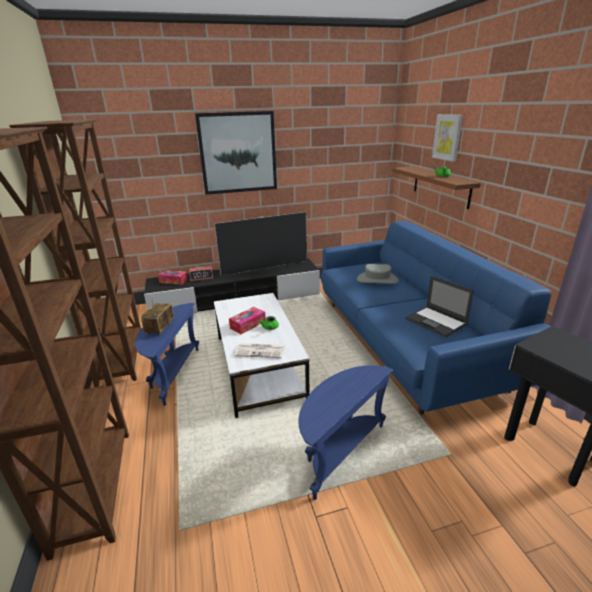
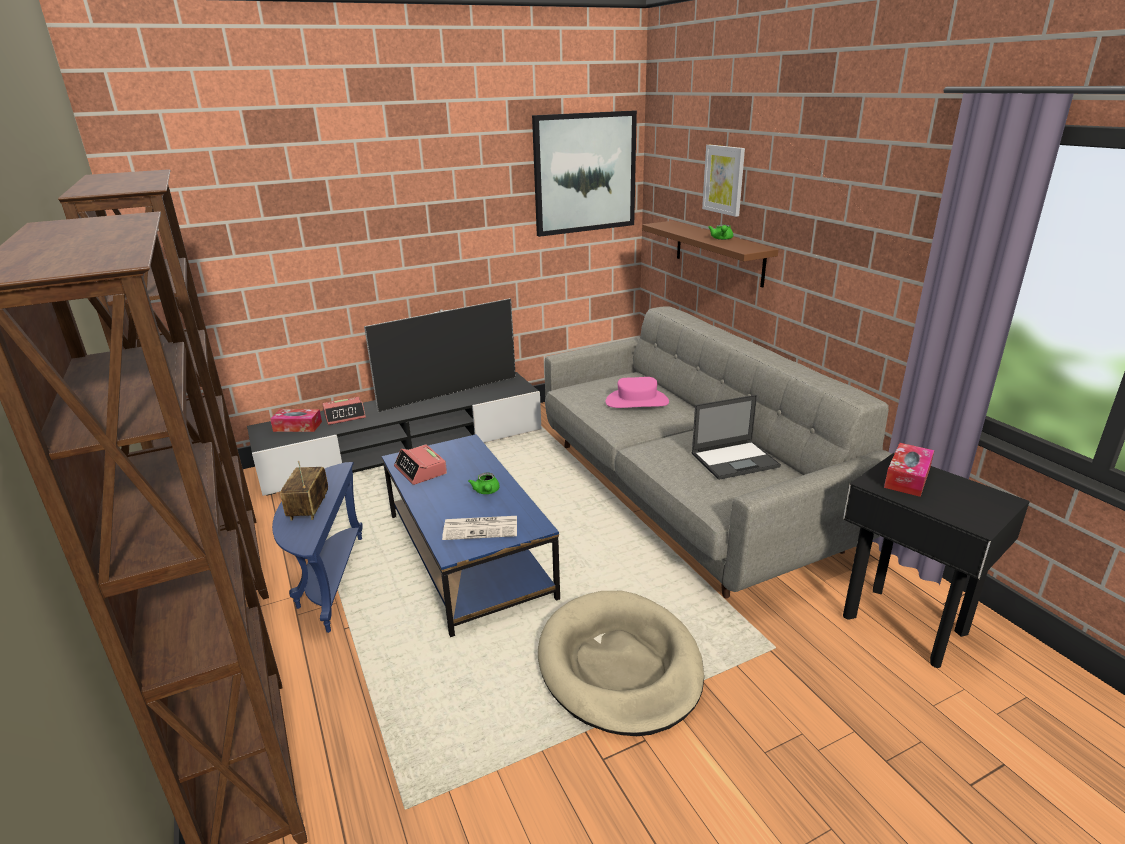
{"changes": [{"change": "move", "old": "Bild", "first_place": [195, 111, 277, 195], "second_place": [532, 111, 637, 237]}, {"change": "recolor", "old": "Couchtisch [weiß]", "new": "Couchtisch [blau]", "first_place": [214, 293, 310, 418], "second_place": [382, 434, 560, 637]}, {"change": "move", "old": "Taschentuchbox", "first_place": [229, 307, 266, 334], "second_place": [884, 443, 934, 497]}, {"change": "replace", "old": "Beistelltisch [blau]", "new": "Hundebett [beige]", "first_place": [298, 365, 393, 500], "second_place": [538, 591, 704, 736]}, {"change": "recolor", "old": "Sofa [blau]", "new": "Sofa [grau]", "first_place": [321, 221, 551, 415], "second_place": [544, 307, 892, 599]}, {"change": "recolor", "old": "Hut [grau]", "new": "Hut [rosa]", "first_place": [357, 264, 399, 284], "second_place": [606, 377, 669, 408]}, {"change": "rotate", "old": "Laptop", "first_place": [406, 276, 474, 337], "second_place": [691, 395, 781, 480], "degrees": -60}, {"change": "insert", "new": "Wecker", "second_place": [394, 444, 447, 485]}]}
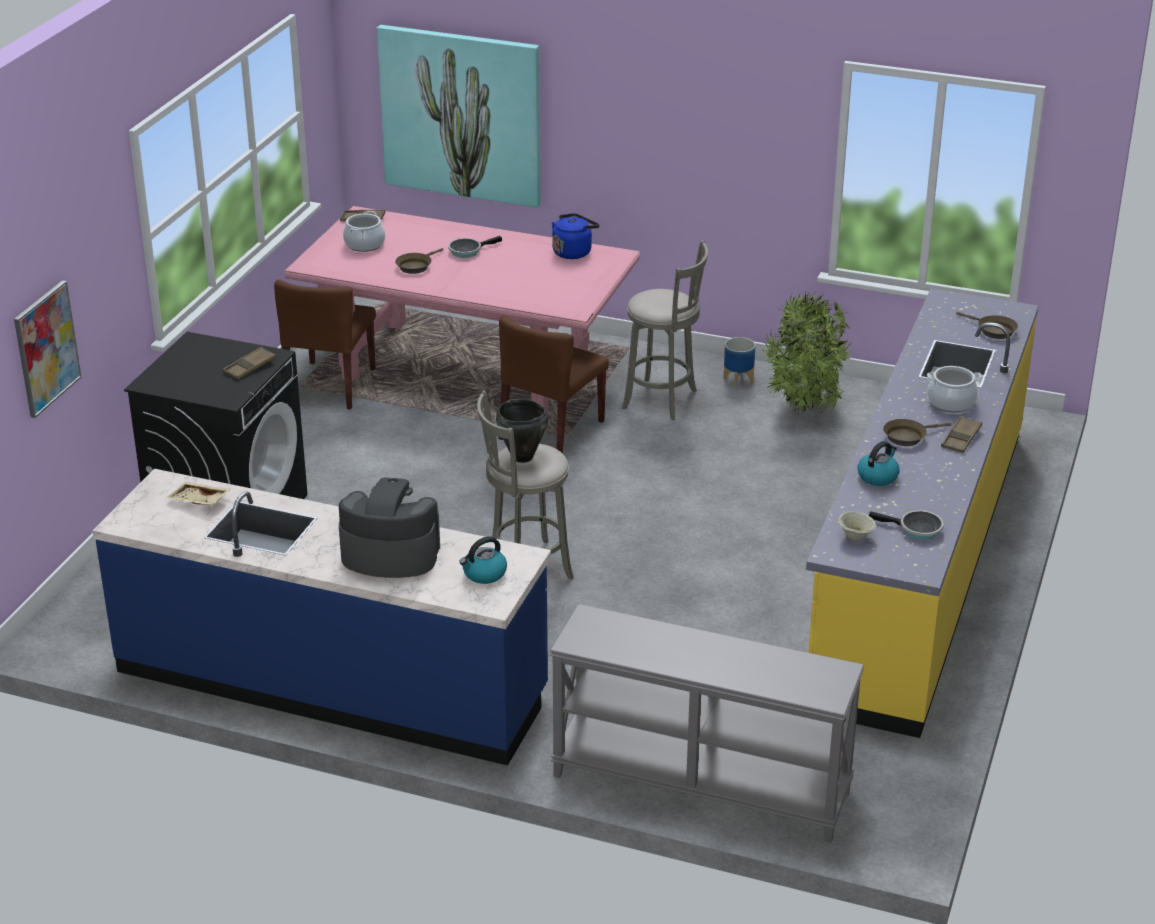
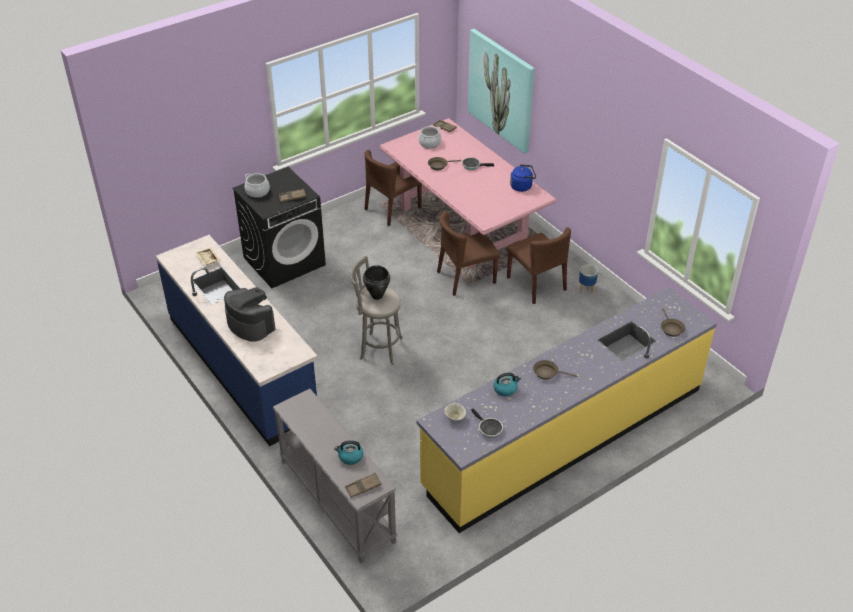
{"changes": [{"change": "delete", "old": "Bild", "first_place": [14, 280, 82, 418]}, {"change": "move", "old": "Wasserkessel", "first_place": [459, 536, 507, 584], "second_place": [334, 440, 363, 465]}, {"change": "replace", "old": "Hocker [grau]", "new": "Stuhl [braun]", "first_place": [622, 240, 708, 420], "second_place": [507, 227, 571, 304]}, {"change": "delete", "old": "Topfpflanze", "first_place": [763, 290, 853, 413]}, {"change": "move", "old": "Kochtopf", "first_place": [927, 366, 982, 412], "second_place": [245, 173, 270, 198]}, {"change": "move", "old": "Tablett [braun]", "first_place": [941, 416, 983, 453], "second_place": [345, 473, 382, 498]}]}
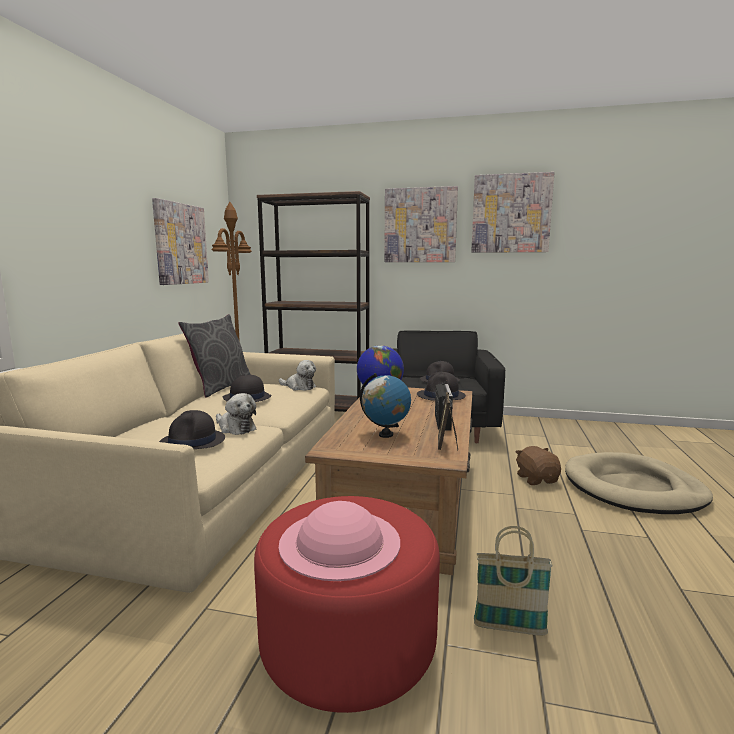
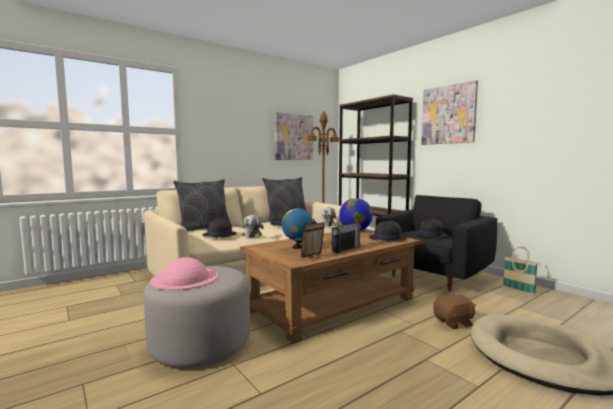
{"changes": [{"change": "recolor", "old": "Polsterhocker [rot]", "new": "Polsterhocker [grau]", "first_place": [254, 496, 440, 713], "second_place": [143, 266, 250, 368]}, {"change": "delete", "old": "Bild", "first_place": [471, 172, 555, 253]}, {"change": "move", "old": "Korb", "first_place": [474, 526, 553, 636], "second_place": [502, 246, 538, 296]}, {"change": "rotate", "old": "Plüschtier [braun]", "first_place": [516, 446, 561, 485], "second_place": [433, 293, 476, 329], "degrees": 45}, {"change": "insert", "new": "Kissen [grau]", "second_place": [173, 179, 232, 231]}]}
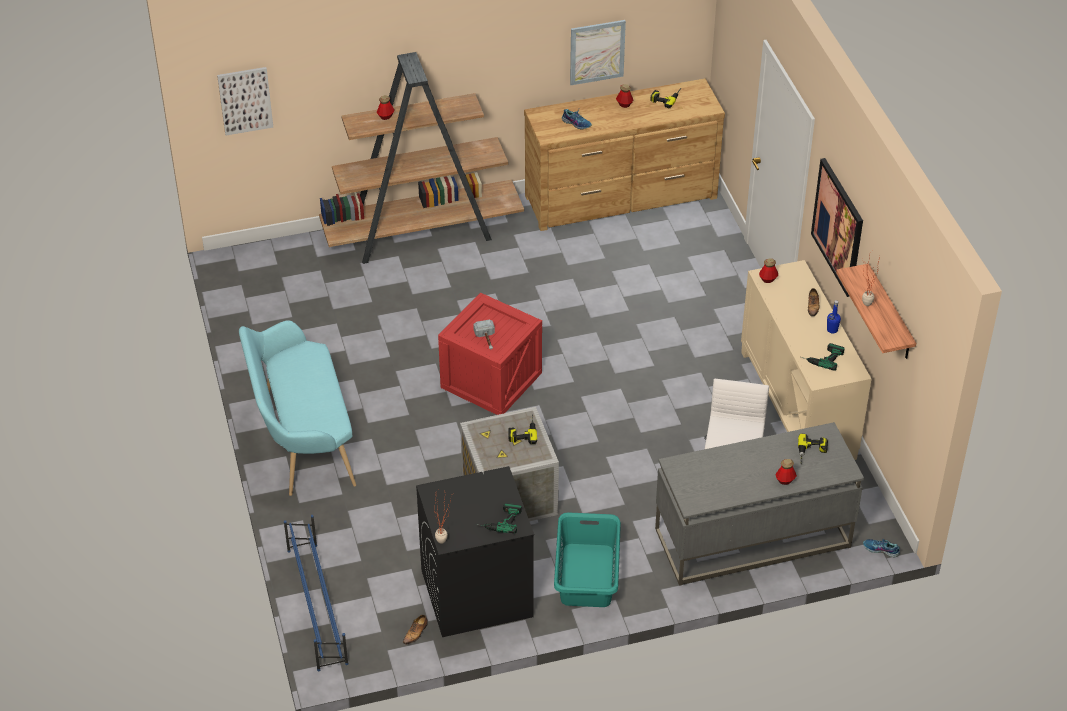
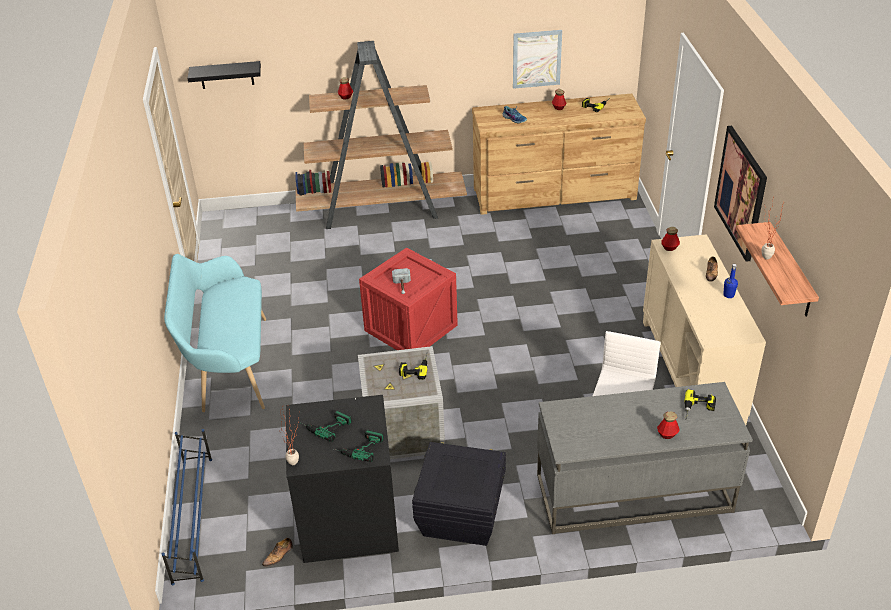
{"changes": [{"change": "replace", "old": "Bild", "new": "Wandregal [schwarz]", "first_place": [217, 67, 273, 135], "second_place": [187, 61, 261, 89]}, {"change": "replace", "old": "Wäschekorb [türkis]", "new": "Aufbewahrungsbox [schwarz]", "first_place": [554, 512, 621, 607], "second_place": [412, 442, 506, 546]}, {"change": "move", "old": "Bohrmaschine", "first_place": [801, 343, 845, 371], "second_place": [301, 410, 352, 442]}, {"change": "delete", "old": "Schuh", "first_place": [863, 539, 900, 557]}]}
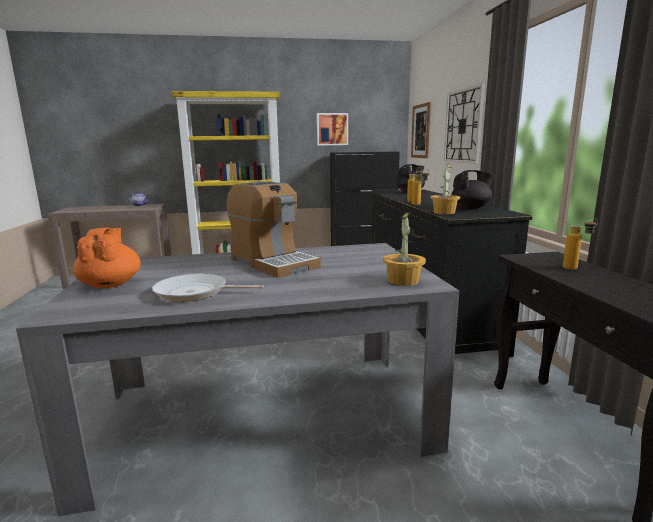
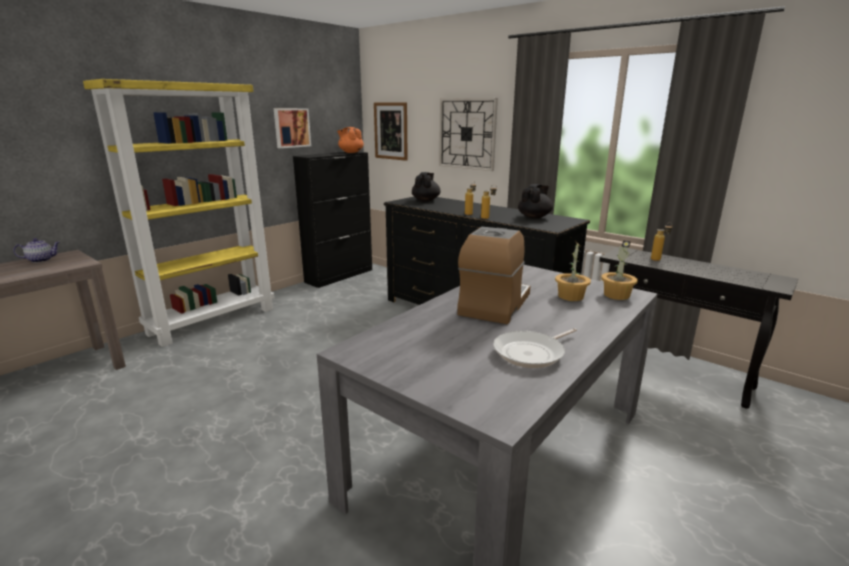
{"changes": [{"change": "move", "old": "Teekanne [orange]", "first_place": [73, 228, 141, 288], "second_place": [337, 127, 364, 153]}, {"change": "rotate", "old": "Kaffeemaschine", "first_place": [226, 181, 321, 278], "second_place": [457, 227, 530, 324], "degrees": -75}, {"change": "move", "old": "Topfpflanze", "first_place": [430, 163, 460, 214], "second_place": [555, 241, 591, 301]}]}
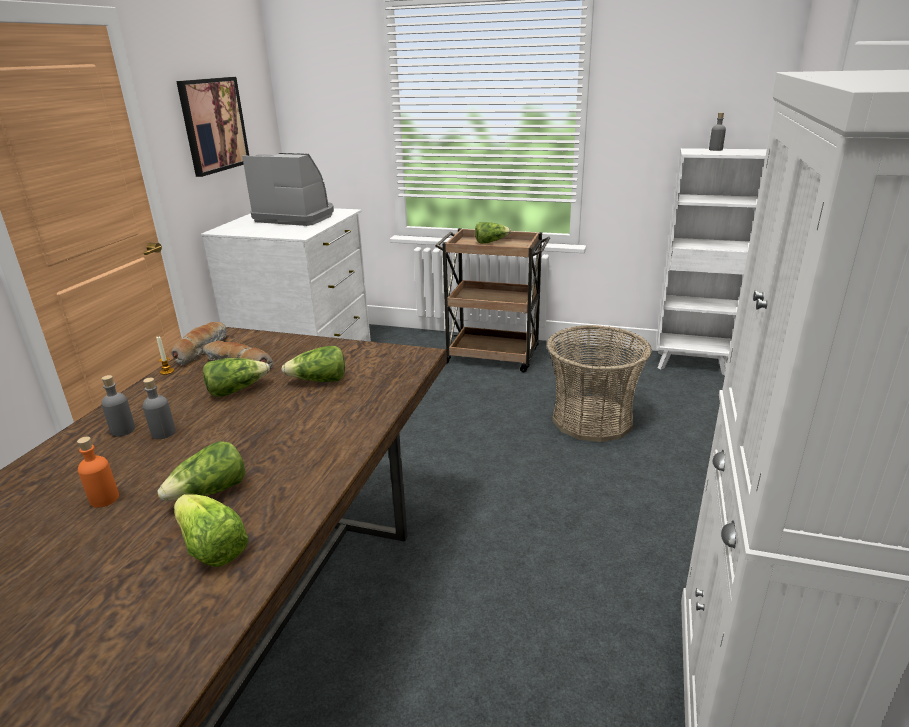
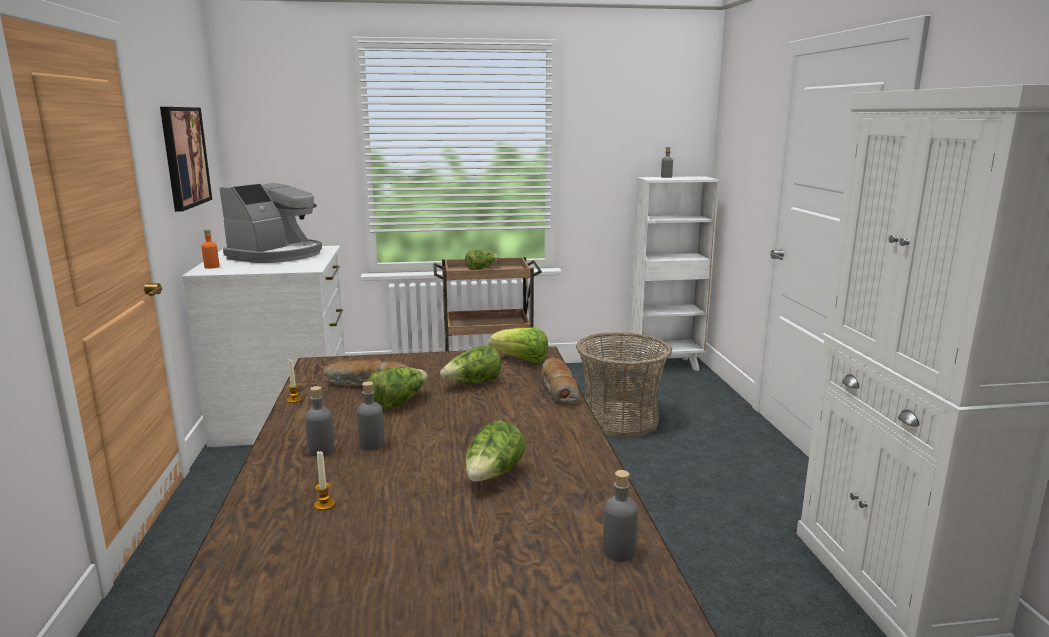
{"changes": [{"change": "move", "old": "Flasche [orange]", "first_place": [77, 437, 119, 508], "second_place": [202, 229, 219, 269]}, {"change": "move", "old": "Brot", "first_place": [171, 322, 227, 366], "second_place": [542, 358, 579, 405]}, {"change": "move", "old": "Salatkopf", "first_place": [174, 494, 249, 567], "second_place": [488, 327, 548, 363]}, {"change": "rotate", "old": "Kaffeemaschine", "first_place": [242, 153, 334, 226], "second_place": [219, 181, 322, 263], "degrees": 120}, {"change": "insert", "new": "Kerze", "second_place": [314, 450, 335, 511]}, {"change": "insert", "new": "Flasche [grau]", "second_place": [603, 470, 638, 562]}]}
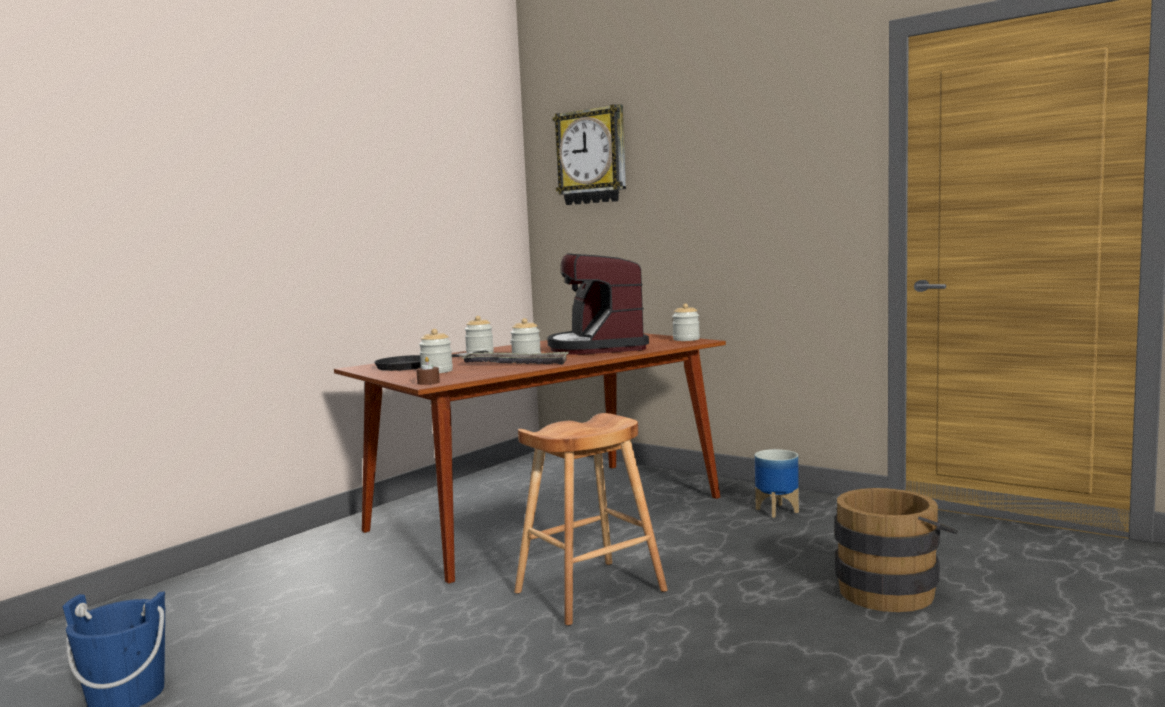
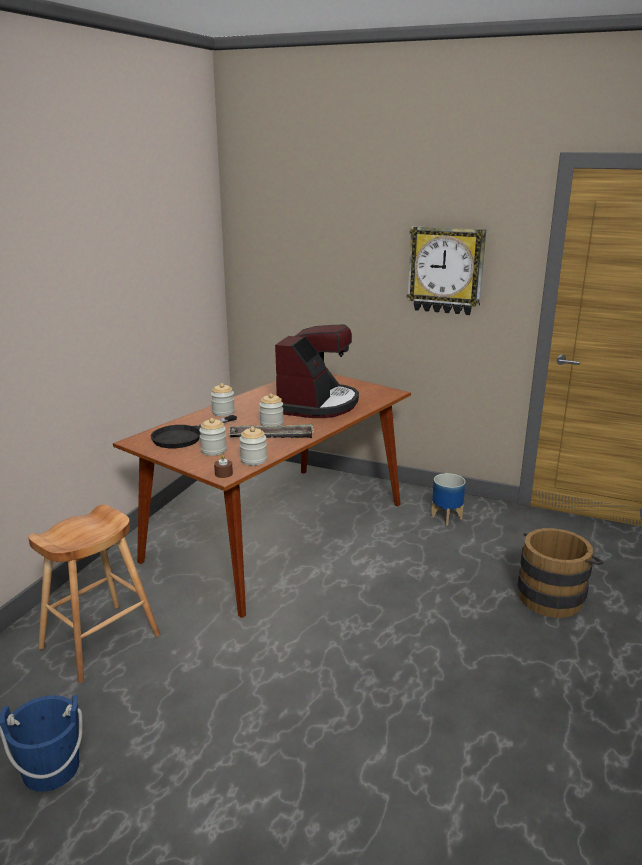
{"changes": [{"change": "move", "old": "Hocker [braun]", "first_place": [514, 413, 668, 626], "second_place": [28, 505, 160, 683]}, {"change": "rotate", "old": "Kaffeemaschine", "first_place": [547, 253, 649, 355], "second_place": [275, 325, 359, 418], "degrees": -135}, {"change": "move", "old": "Wanduhr", "first_place": [552, 104, 626, 205], "second_place": [407, 226, 486, 315]}, {"change": "move", "old": "Vorratsglas", "first_place": [672, 303, 700, 341], "second_place": [239, 427, 267, 466]}]}
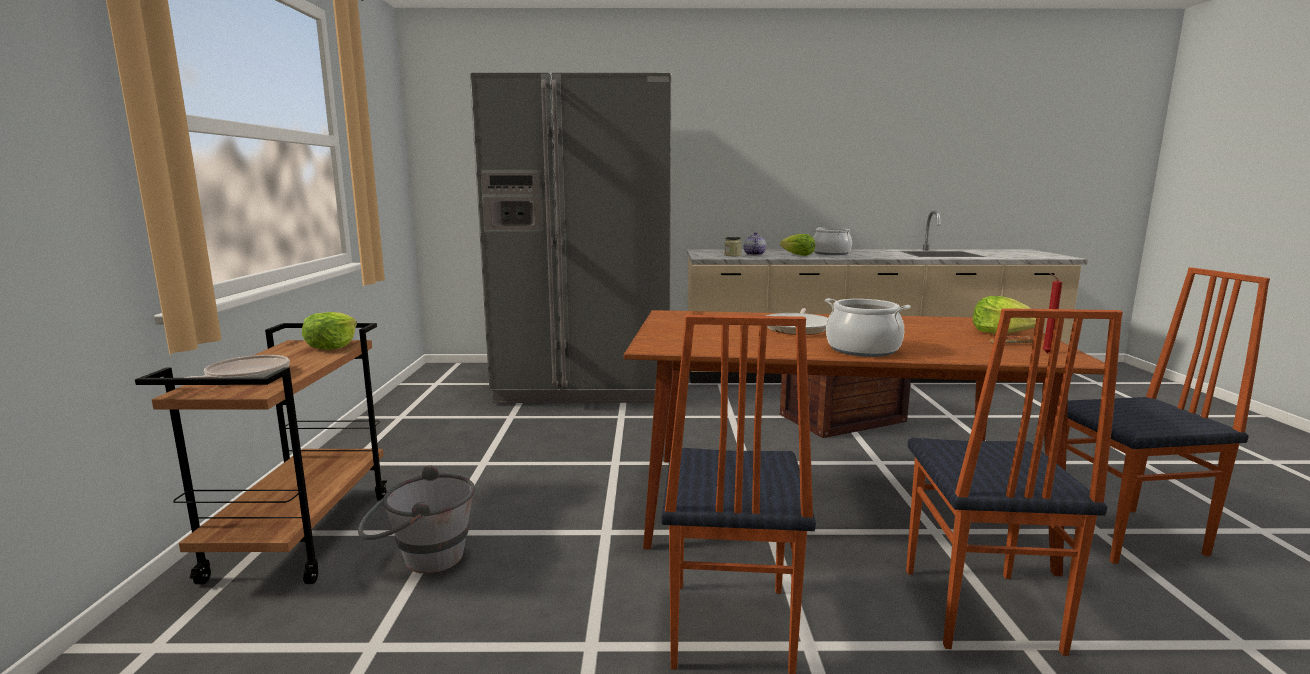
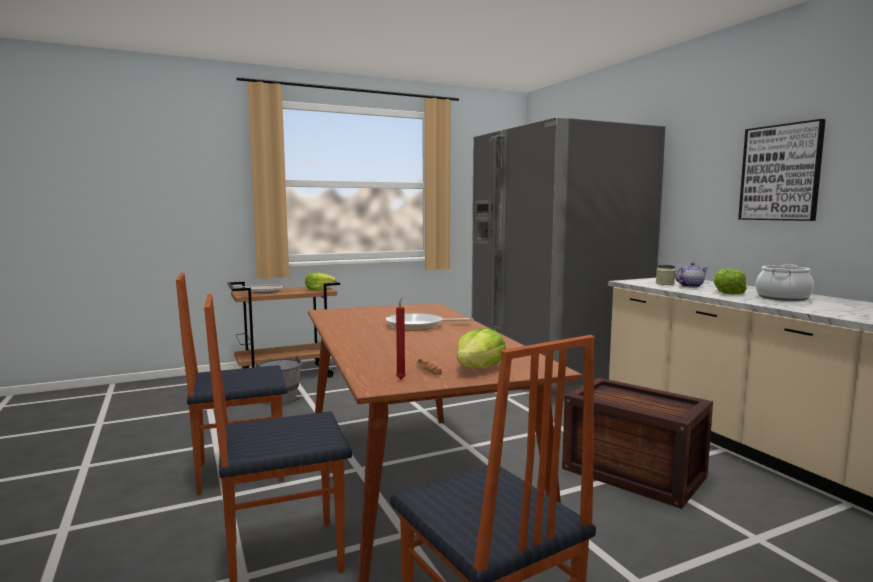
{"changes": [{"change": "delete", "old": "Kochtopf", "first_place": [825, 298, 911, 357]}, {"change": "insert", "new": "Bild", "second_place": [738, 119, 826, 221]}]}
